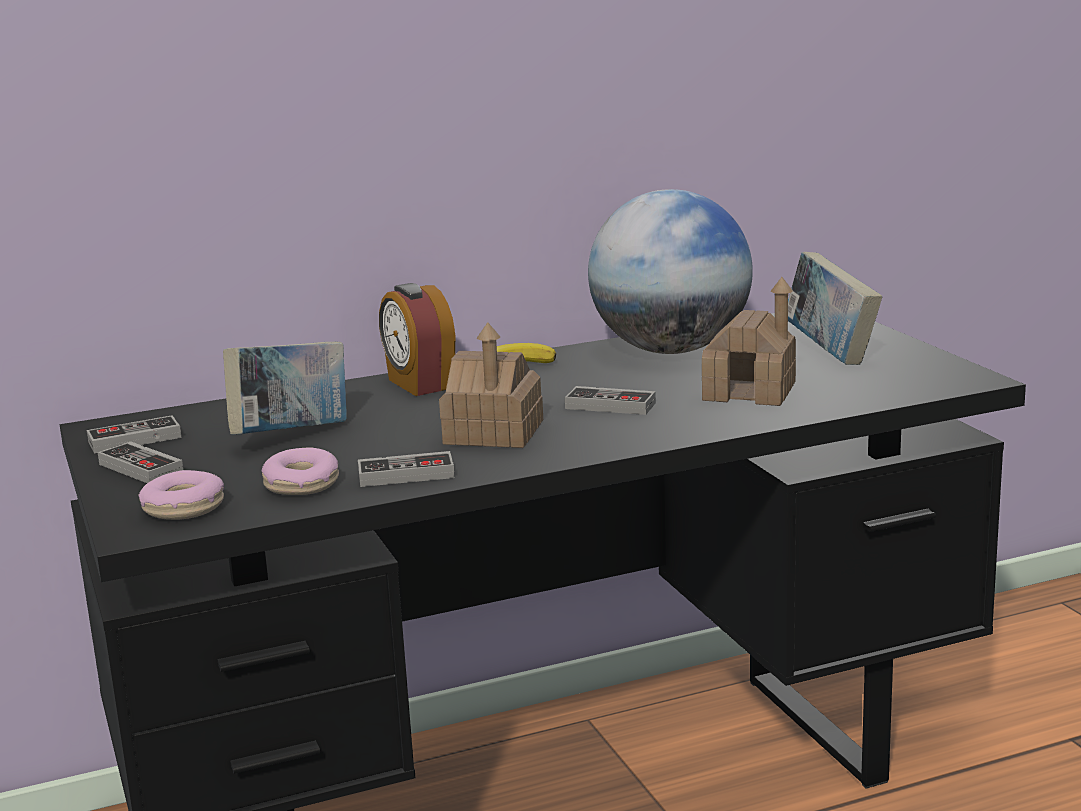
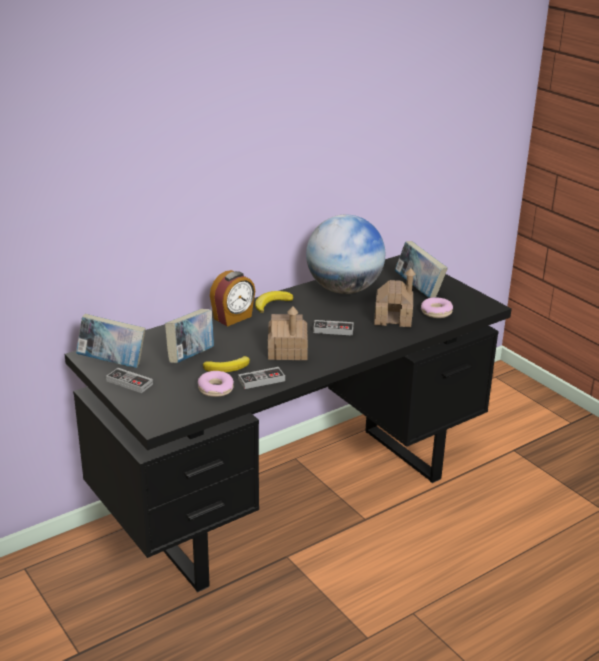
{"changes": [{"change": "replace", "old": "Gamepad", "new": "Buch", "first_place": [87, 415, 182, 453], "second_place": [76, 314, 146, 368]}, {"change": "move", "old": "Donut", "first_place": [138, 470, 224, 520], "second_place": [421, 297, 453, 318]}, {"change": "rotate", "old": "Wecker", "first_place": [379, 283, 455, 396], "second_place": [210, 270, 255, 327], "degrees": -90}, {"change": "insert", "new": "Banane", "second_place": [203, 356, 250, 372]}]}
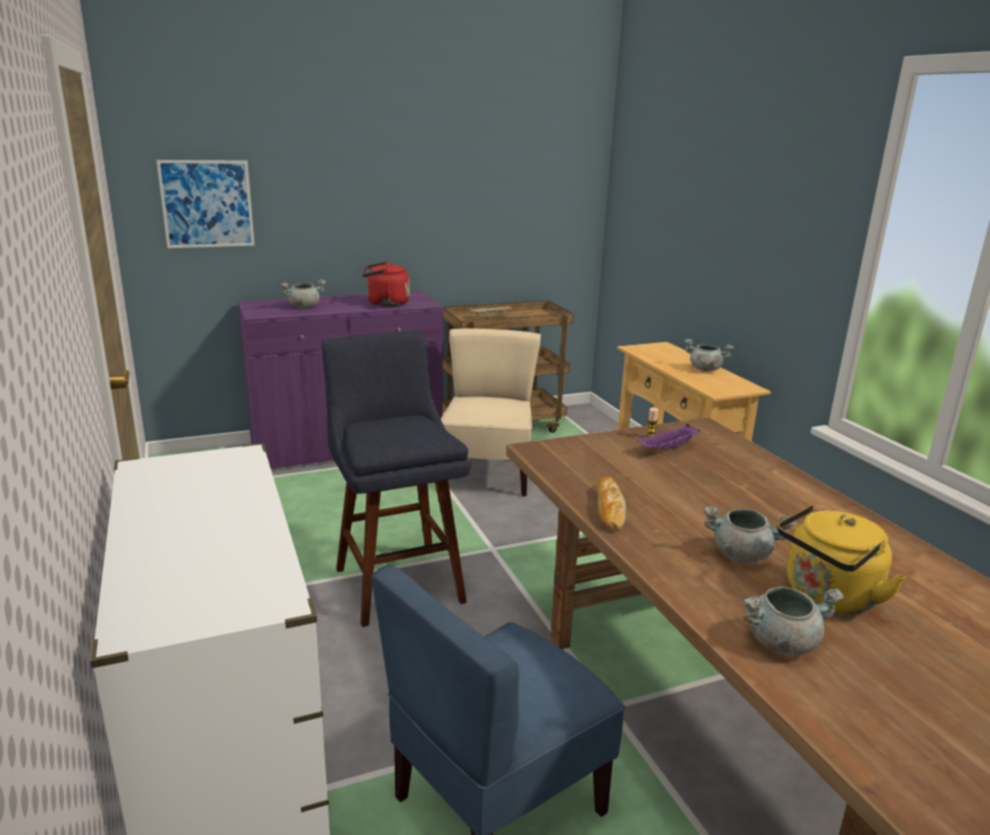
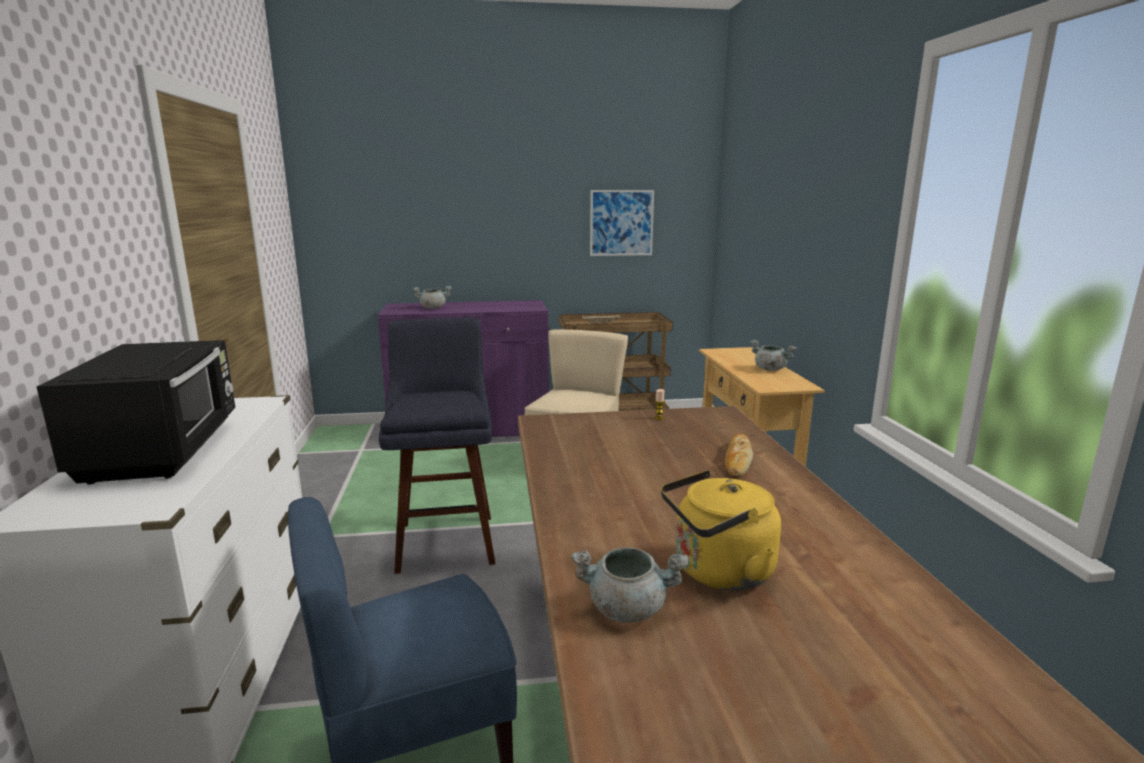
{"changes": [{"change": "move", "old": "Bild", "first_place": [157, 160, 255, 248], "second_place": [590, 190, 654, 256]}, {"change": "delete", "old": "Wasserkessel [rot]", "first_place": [362, 261, 410, 307]}, {"change": "move", "old": "Brot", "first_place": [597, 477, 626, 530], "second_place": [725, 434, 753, 476]}, {"change": "delete", "old": "Tablett [lila]", "first_place": [637, 424, 701, 450]}, {"change": "delete", "old": "Kochtopf [grau]", "first_place": [703, 506, 796, 563]}, {"change": "insert", "new": "Mikrowelle [schwarz]", "second_place": [37, 340, 235, 485]}]}
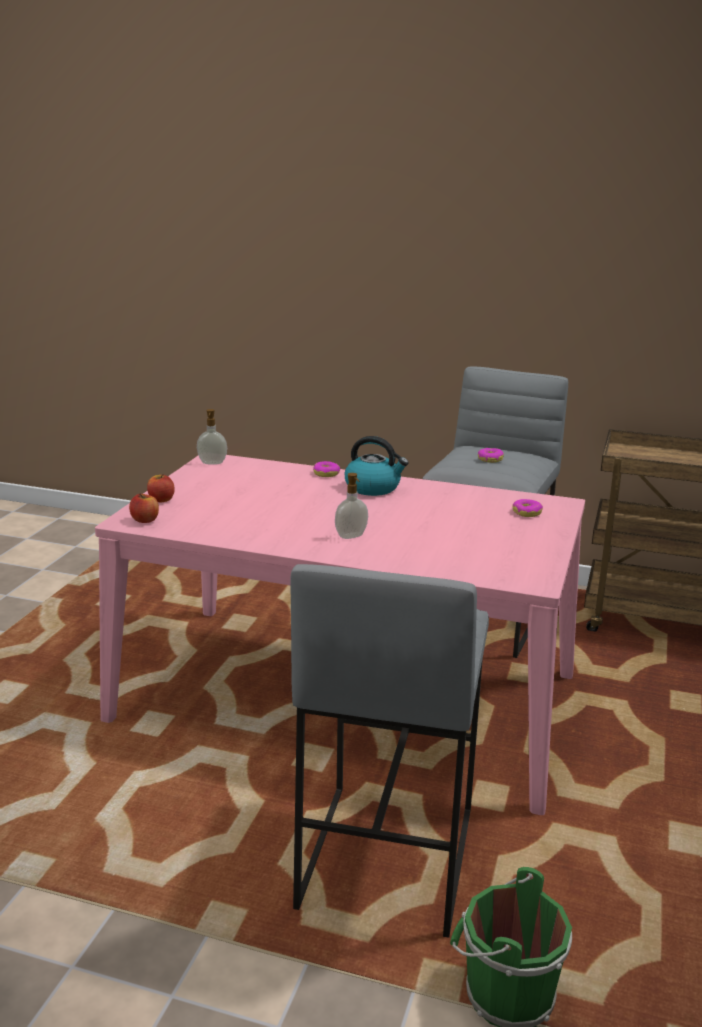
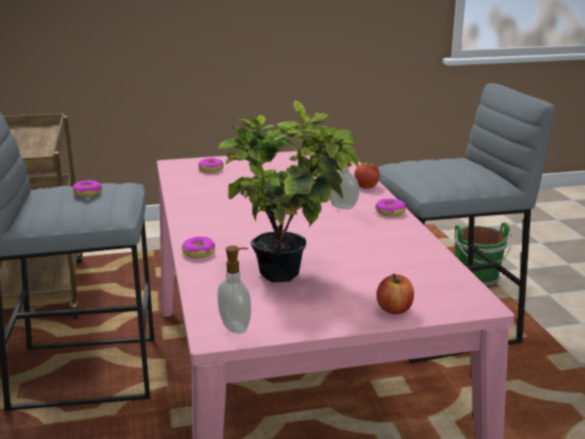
{"changes": [{"change": "move", "old": "Apfel", "first_place": [129, 493, 159, 523], "second_place": [354, 162, 380, 189]}, {"change": "delete", "old": "Wasserkessel", "first_place": [345, 436, 409, 496]}, {"change": "insert", "new": "Topfpflanze", "second_place": [217, 101, 359, 283]}, {"change": "insert", "new": "Donut", "second_place": [375, 199, 406, 216]}]}
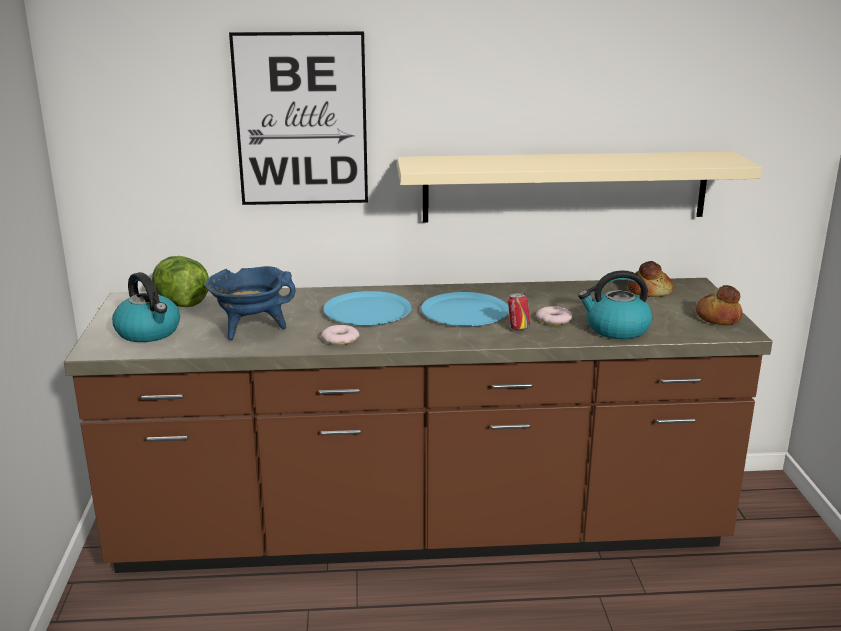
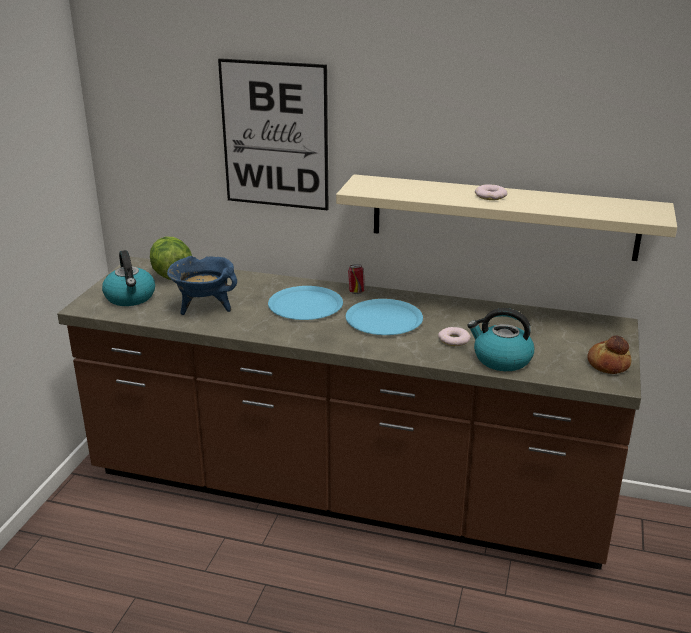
{"changes": [{"change": "move", "old": "Donut", "first_place": [321, 325, 359, 345], "second_place": [475, 184, 507, 200]}, {"change": "move", "old": "Dose", "first_place": [508, 293, 530, 331], "second_place": [348, 264, 365, 294]}, {"change": "delete", "old": "Brot", "first_place": [627, 261, 673, 297]}]}
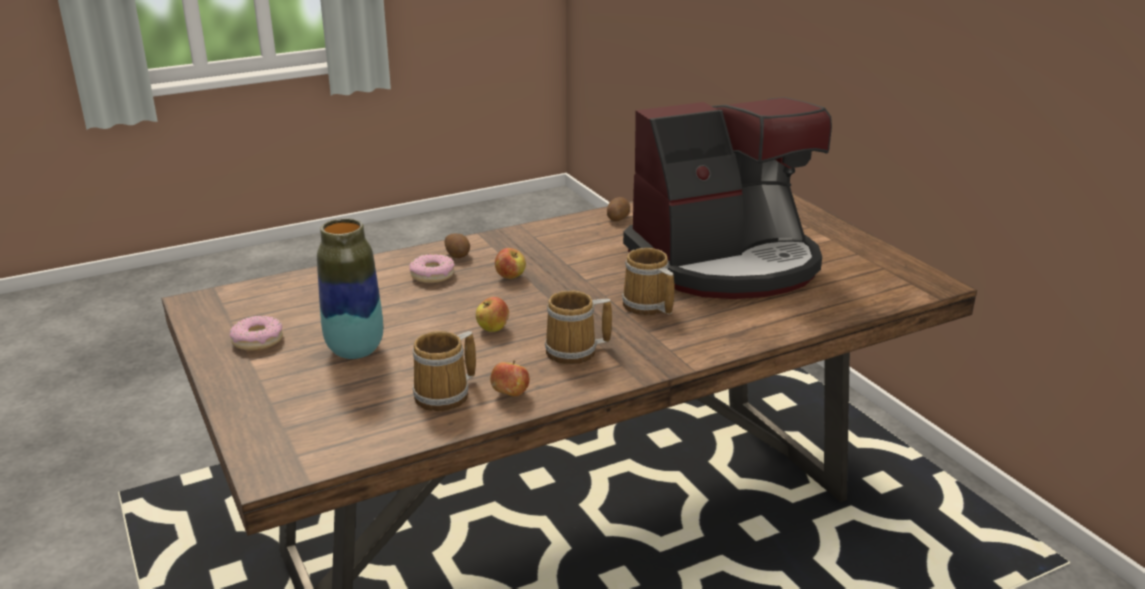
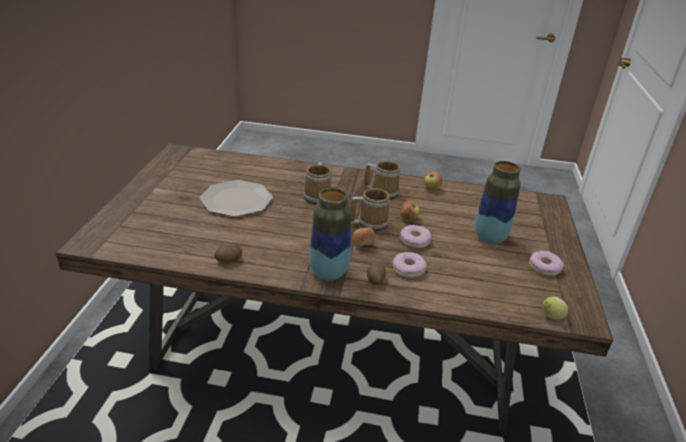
{"changes": [{"change": "move", "old": "Henkelbecher", "first_place": [412, 331, 476, 411], "second_place": [350, 188, 390, 232]}, {"change": "replace", "old": "Kaffeemaschine", "new": "Teller", "first_place": [623, 97, 832, 299], "second_place": [200, 180, 273, 217]}, {"change": "insert", "new": "Vase", "second_place": [309, 188, 351, 280]}, {"change": "insert", "new": "Donut", "second_place": [400, 225, 431, 248]}, {"change": "insert", "new": "Zitrone", "second_place": [543, 297, 568, 320]}]}
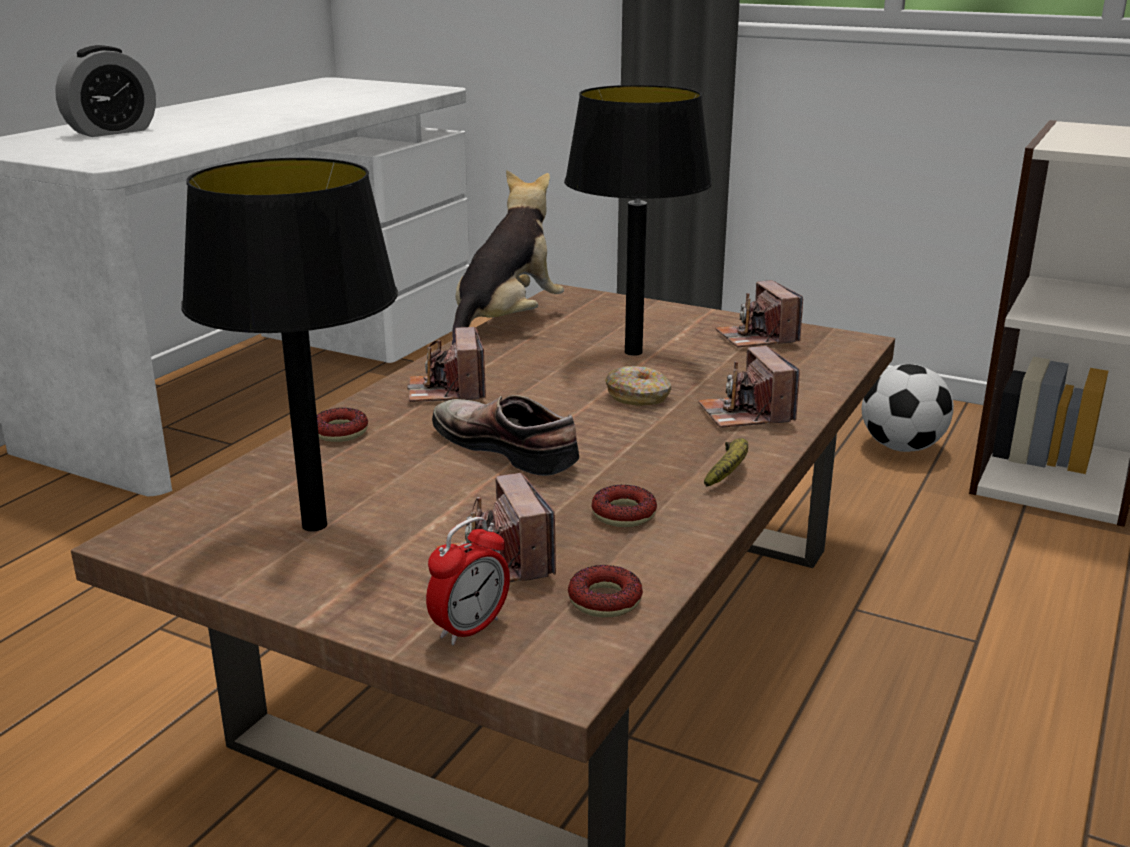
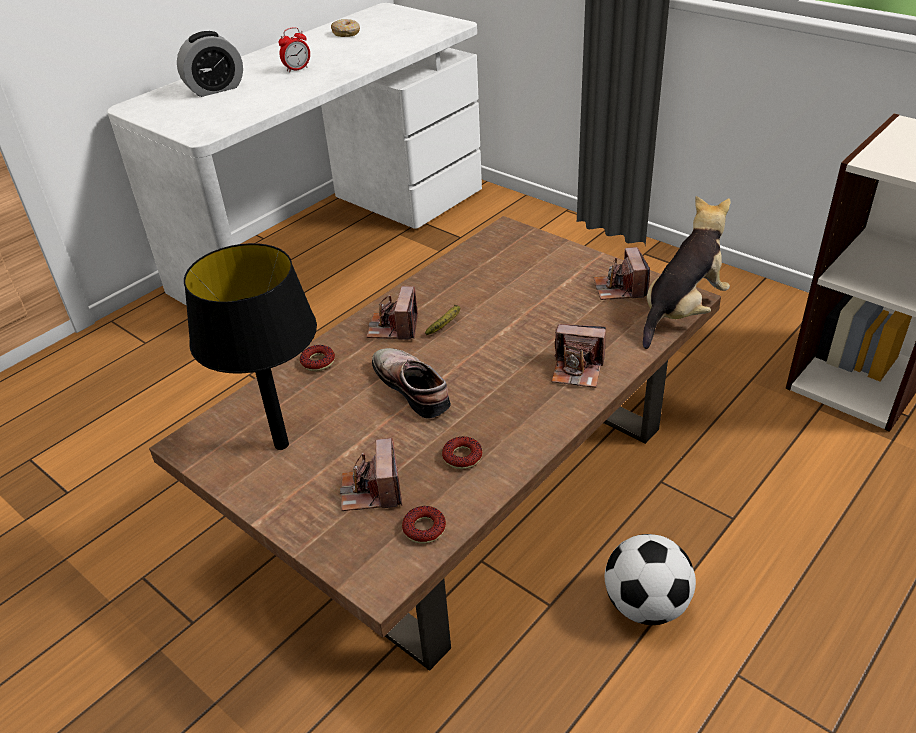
{"changes": [{"change": "move", "old": "Wecker", "first_place": [426, 517, 510, 645], "second_place": [279, 27, 310, 73]}, {"change": "move", "old": "Plüschtier", "first_place": [452, 170, 564, 345], "second_place": [643, 196, 731, 349]}, {"change": "delete", "old": "Tischlampe [schwarz]", "first_place": [564, 85, 712, 356]}, {"change": "move", "old": "Donut", "first_place": [605, 366, 671, 406], "second_place": [331, 19, 360, 37]}, {"change": "rotate", "old": "Kamera", "first_place": [698, 346, 800, 428], "second_place": [551, 324, 606, 388], "degrees": -75}, {"change": "move", "old": "Banane", "first_place": [704, 438, 748, 487], "second_place": [425, 305, 460, 335]}, {"change": "move", "old": "Fußball", "first_place": [862, 364, 954, 452], "second_place": [605, 534, 696, 625]}]}
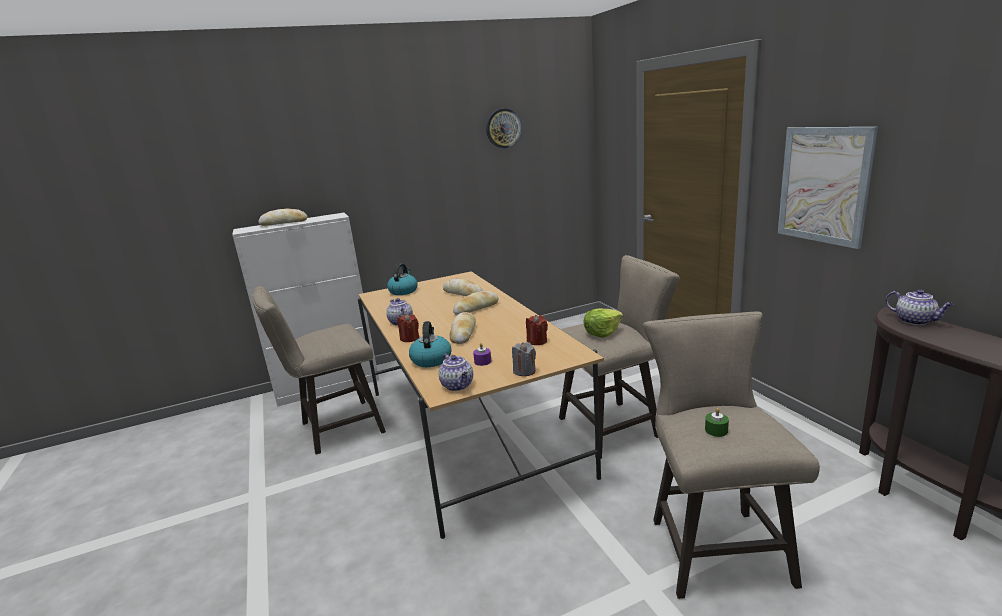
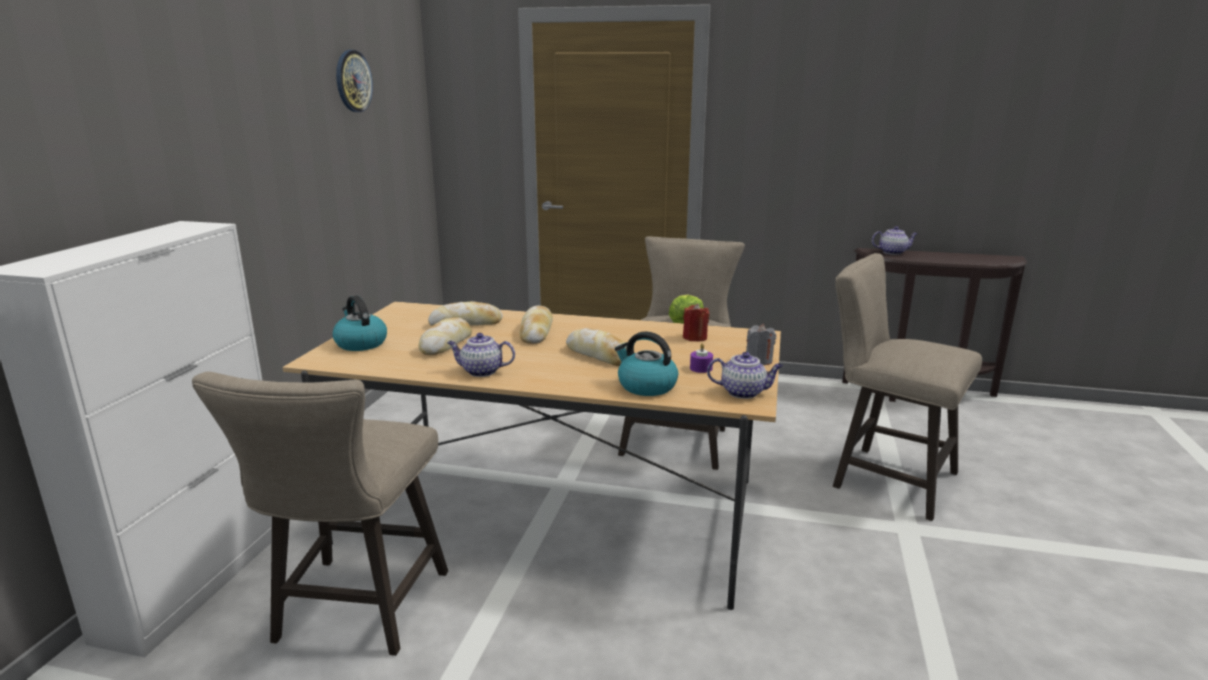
{"changes": [{"change": "move", "old": "Brot", "first_place": [259, 209, 308, 226], "second_place": [418, 317, 472, 355]}, {"change": "delete", "old": "Kerze [rot]", "first_place": [397, 314, 419, 342]}, {"change": "delete", "old": "Kerze [grün]", "first_place": [705, 408, 729, 437]}, {"change": "delete", "old": "Bild", "first_place": [778, 127, 878, 249]}]}
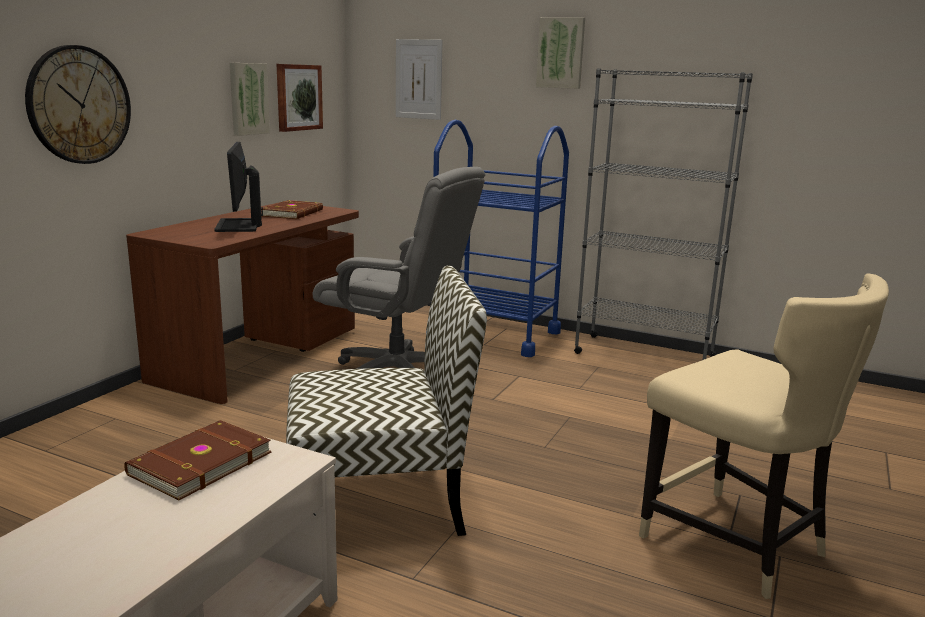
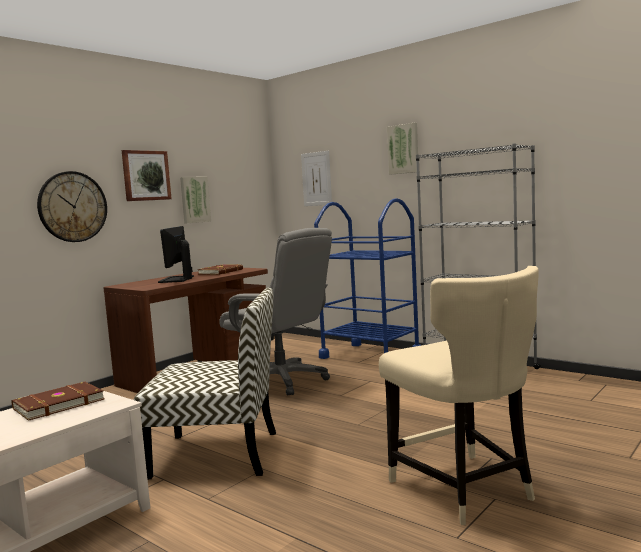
{"changes": [{"change": "move", "old": "Bild", "first_place": [276, 64, 323, 132], "second_place": [122, 150, 172, 201]}]}
